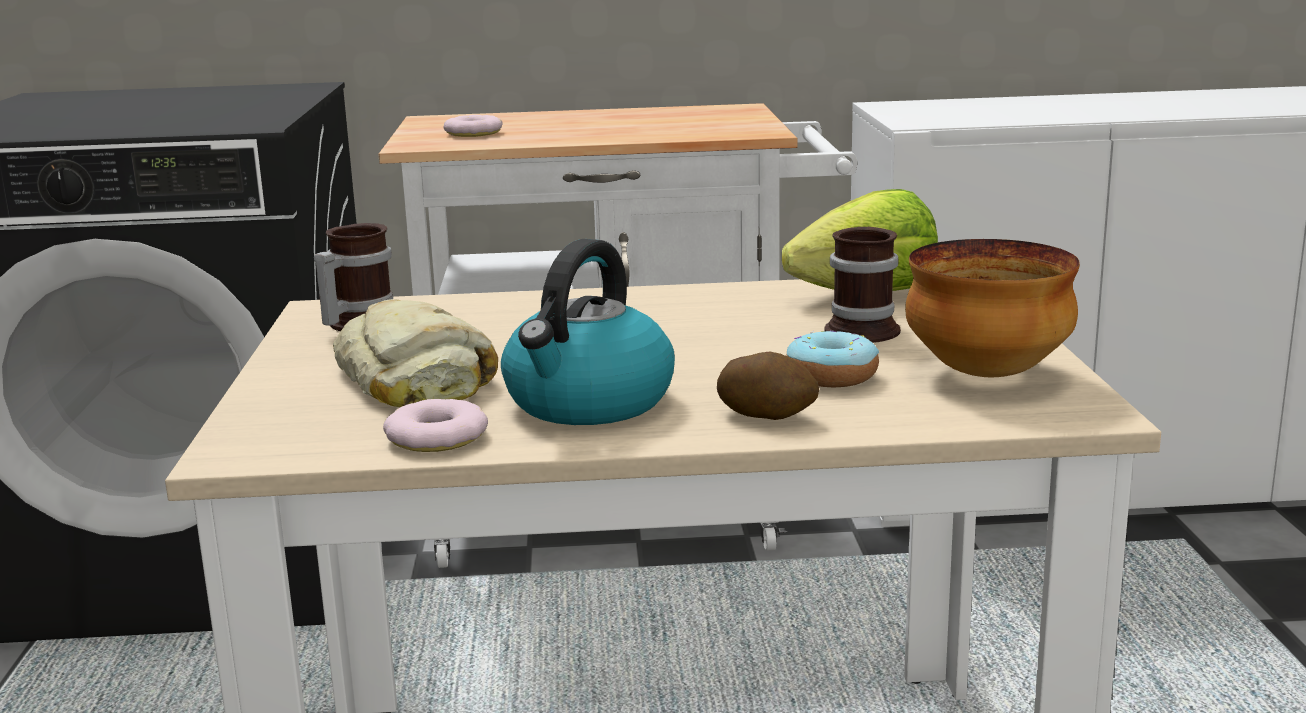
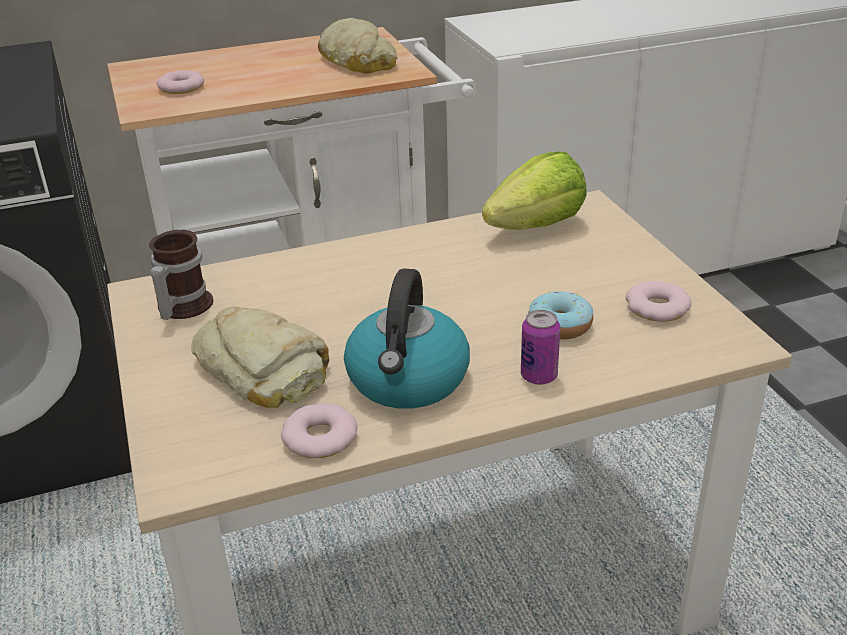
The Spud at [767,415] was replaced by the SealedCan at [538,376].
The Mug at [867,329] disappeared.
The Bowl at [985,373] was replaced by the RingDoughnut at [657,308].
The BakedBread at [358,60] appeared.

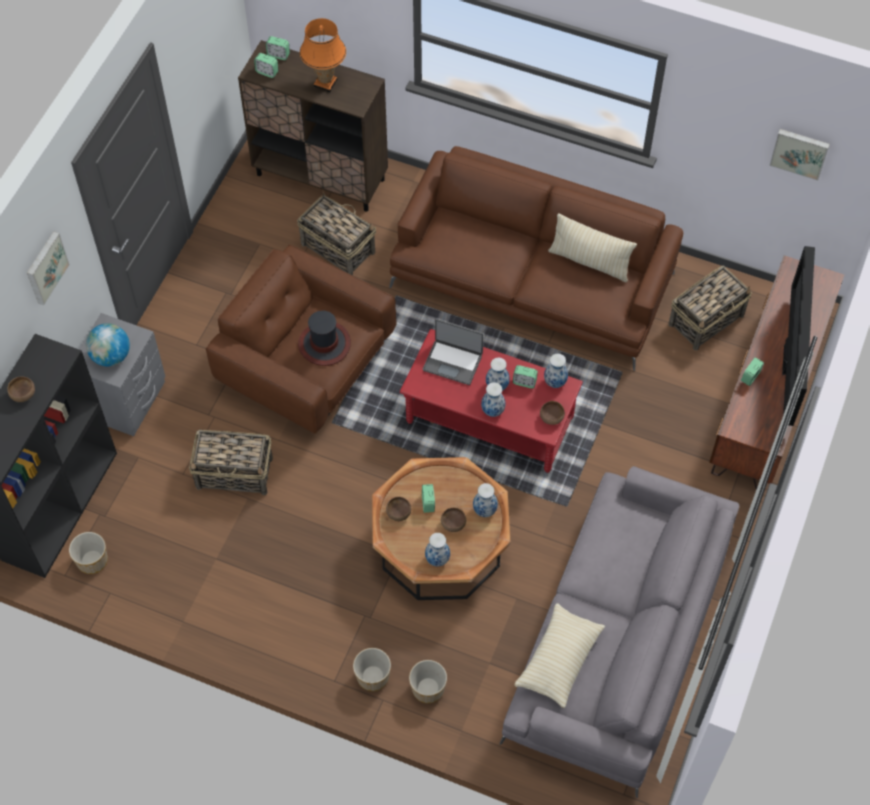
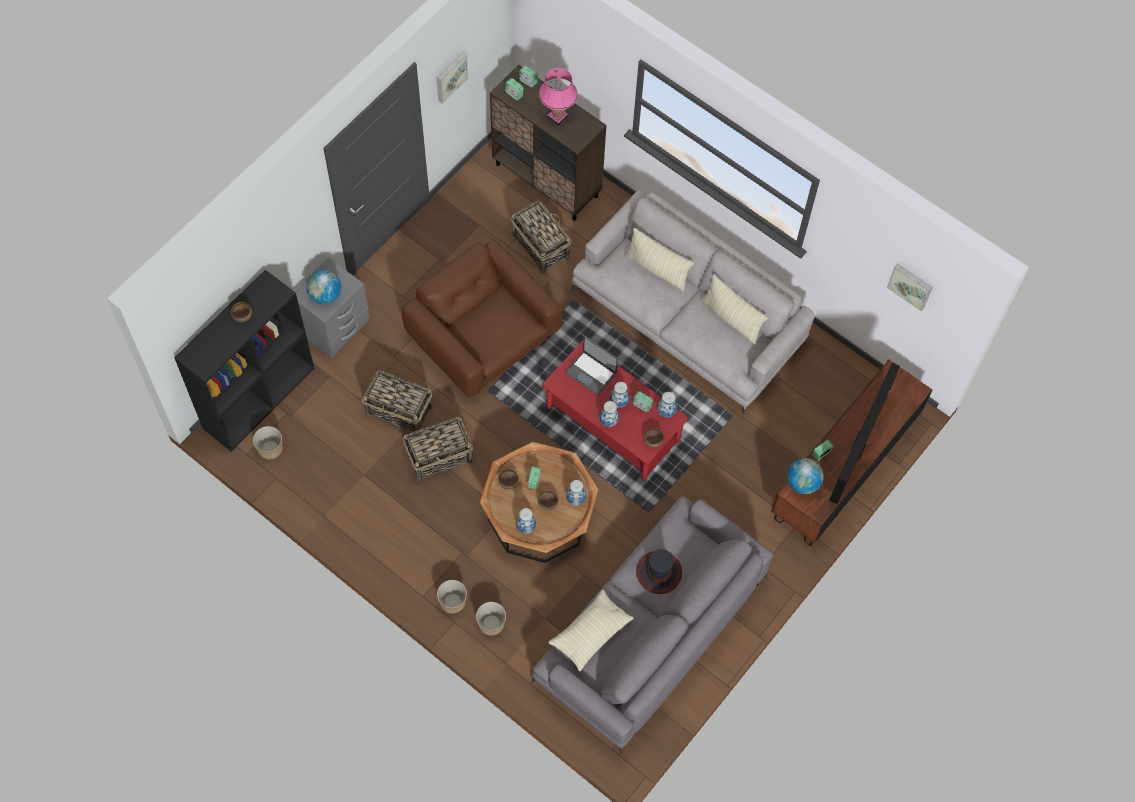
The WallPicture moved from [45,267] to [450,76].
The WearableHat moved from [324,344] to [659,572].
The OrangeColouredLampForATable at [325,83] became the PinkishLampForATable at [557,116].
The BrownSofa at [533,279] became the GreySofa at [688,316].
The Basket moved from [707,319] to [440,456].
The BeigeColouredThrowPillow at [657,269] appeared.
The WorldGlobe at [802,483] appeared.

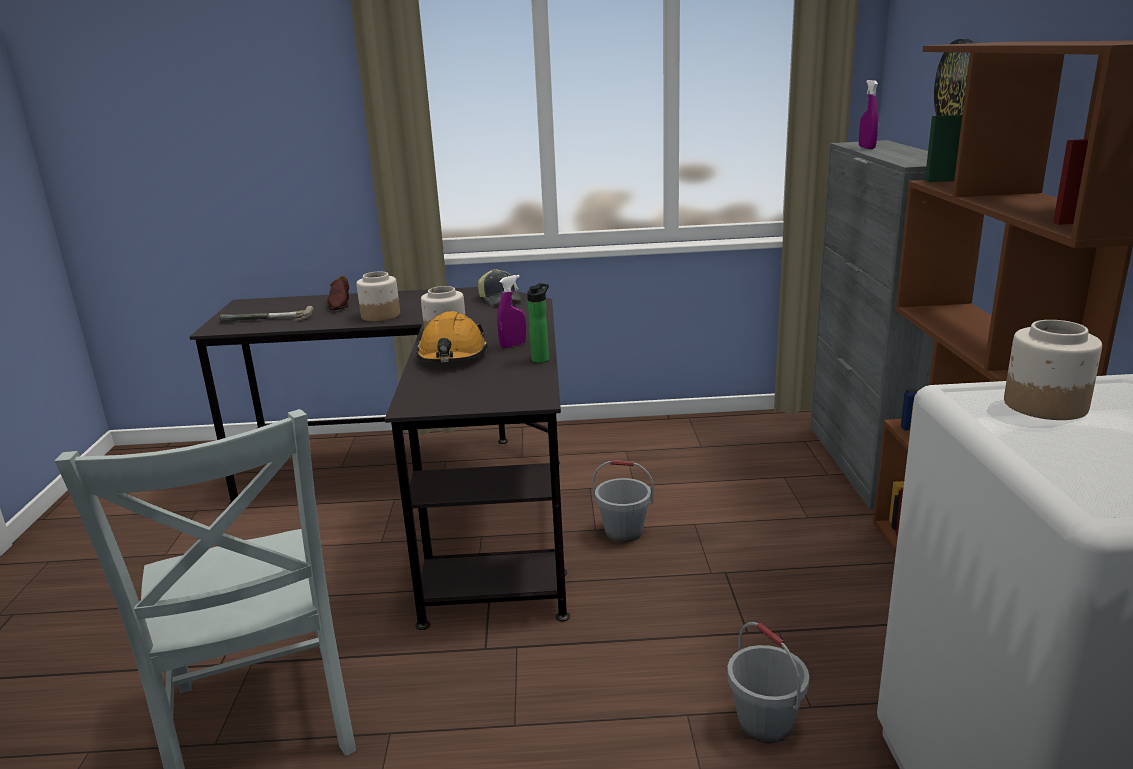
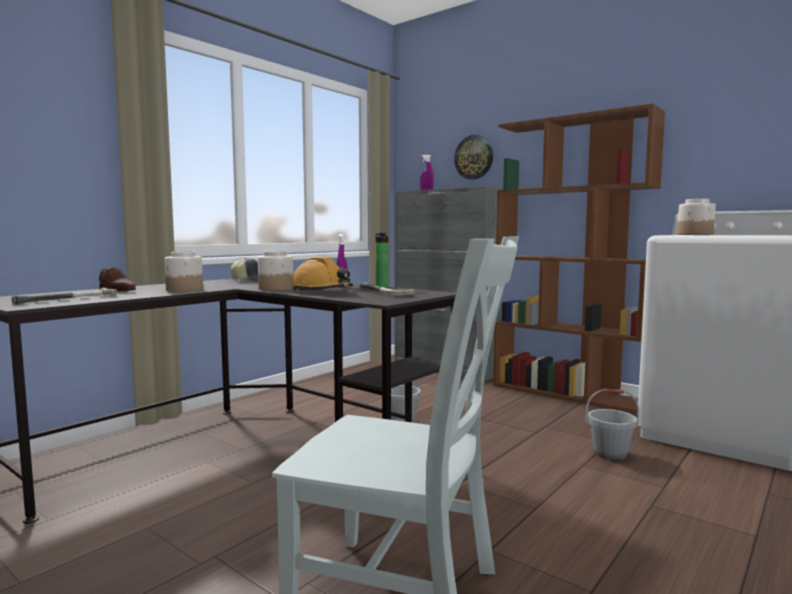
The HandHammer at [377,293] appeared.

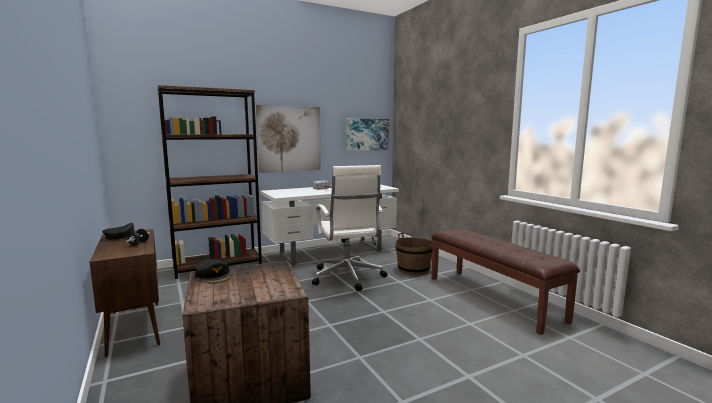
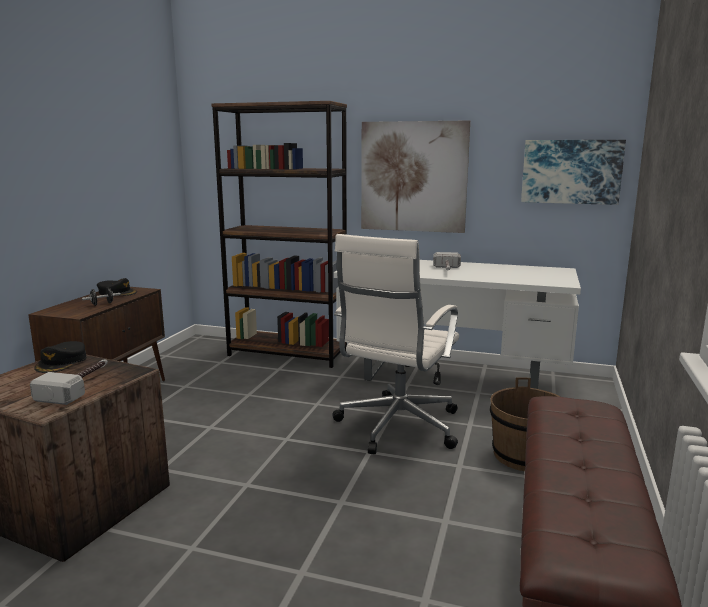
The HandHammer at [79,386] appeared.

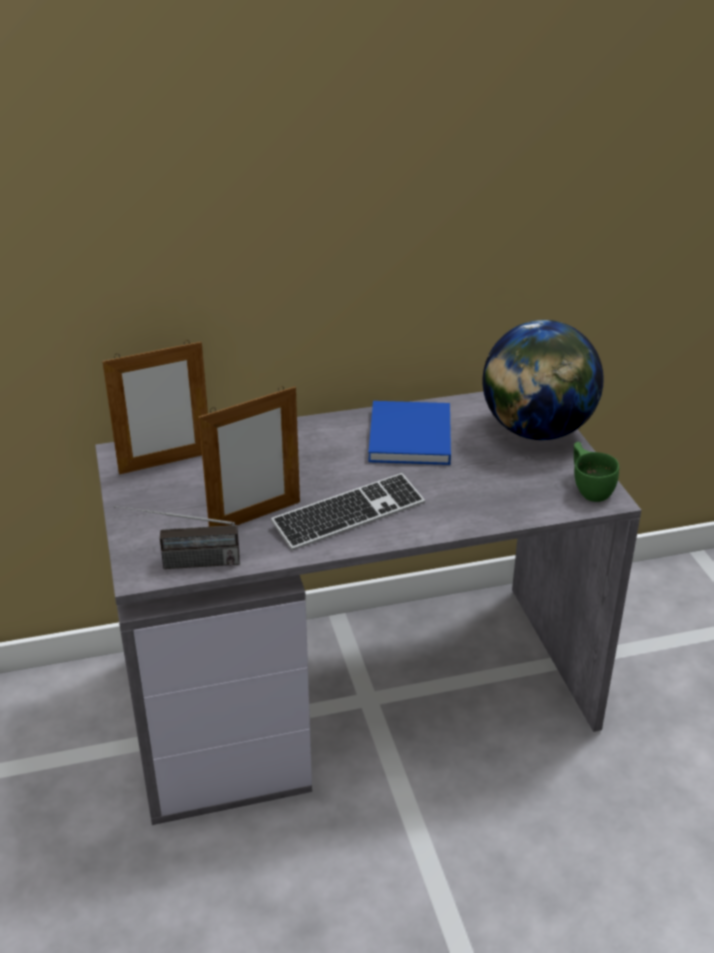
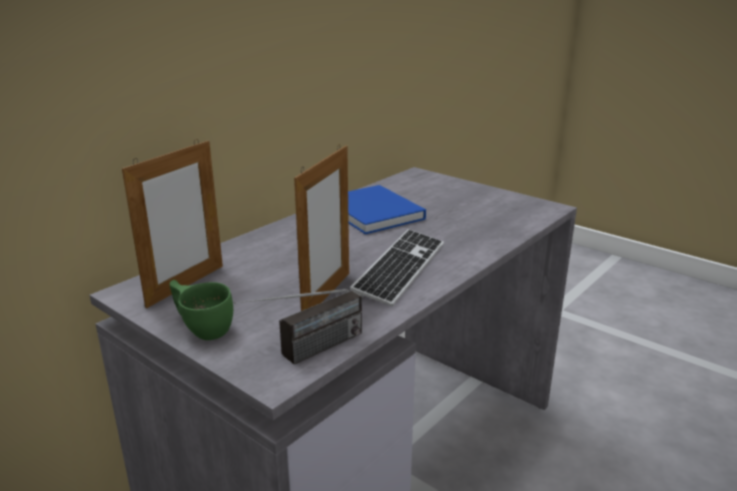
The WorldGlobe at [536,431] disappeared.
The GreenishSmallCup moved from [589,487] to [202,327].

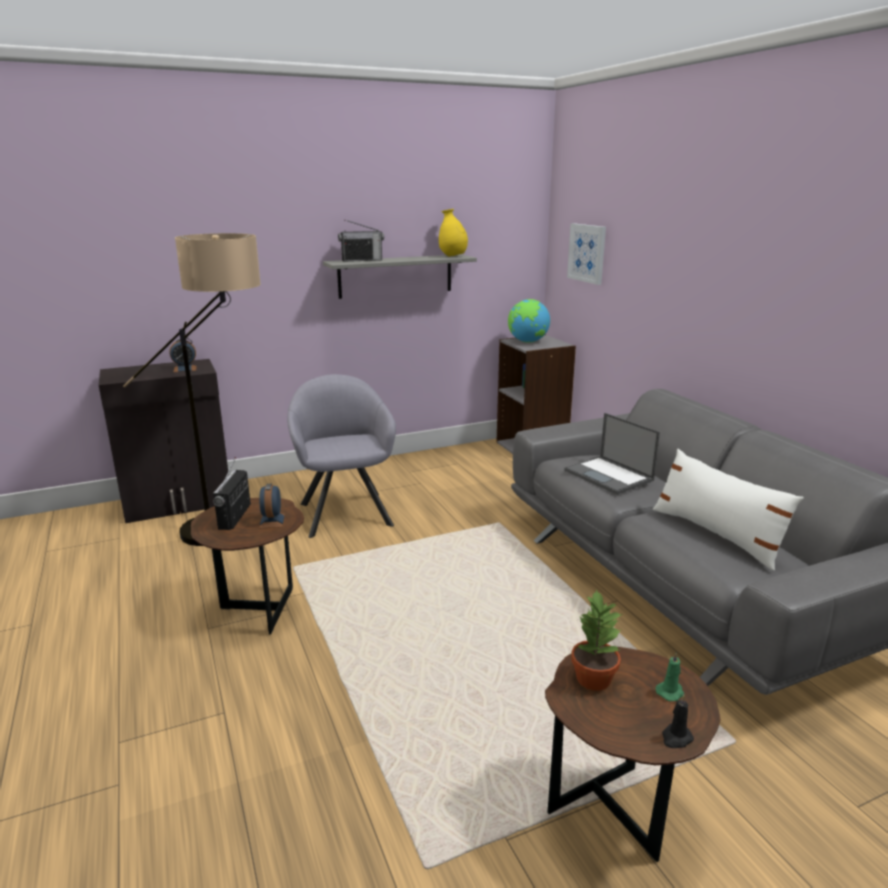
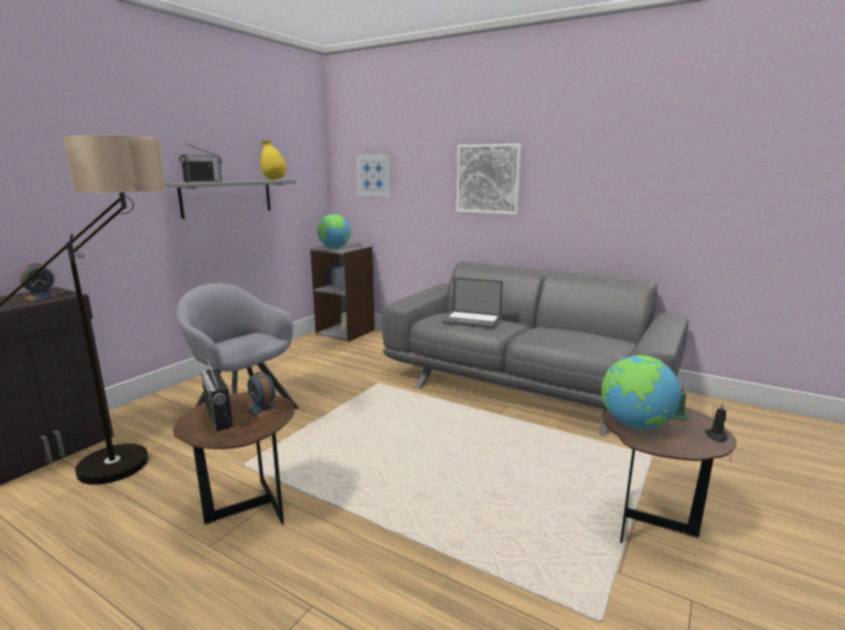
The Houseplant at [592,678] was replaced by the WorldGlobe at [635,425].
The WhiteThrowPillow at [716,534] disappeared.
The WallPicture at [488,179] appeared.

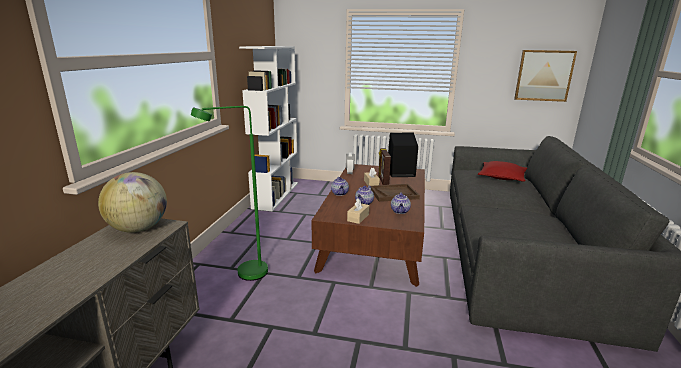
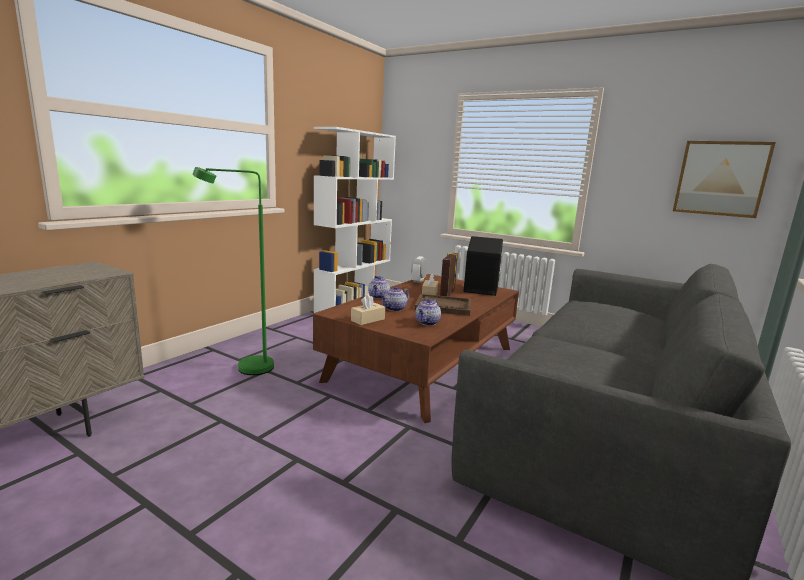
The WorldGlobe at [139,229] disappeared.
The ReddishThrowPillow at [501,177] disappeared.

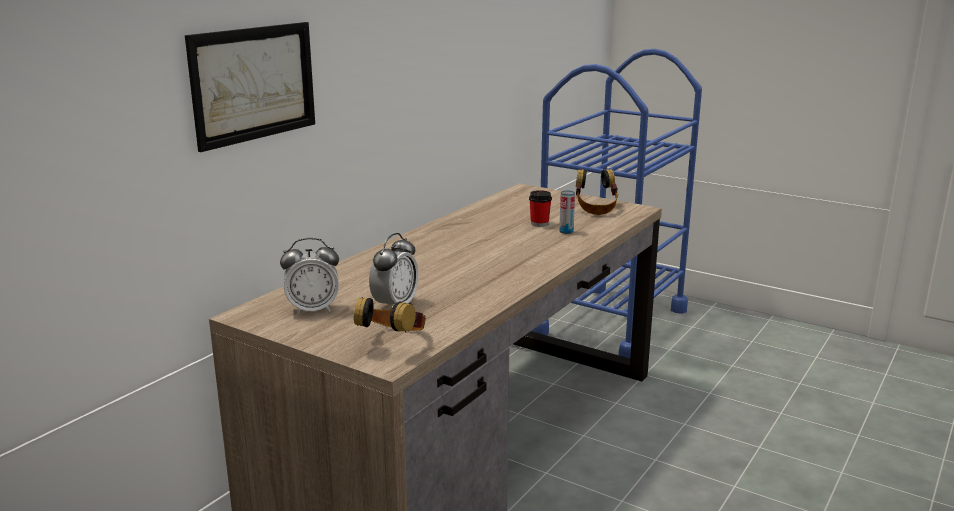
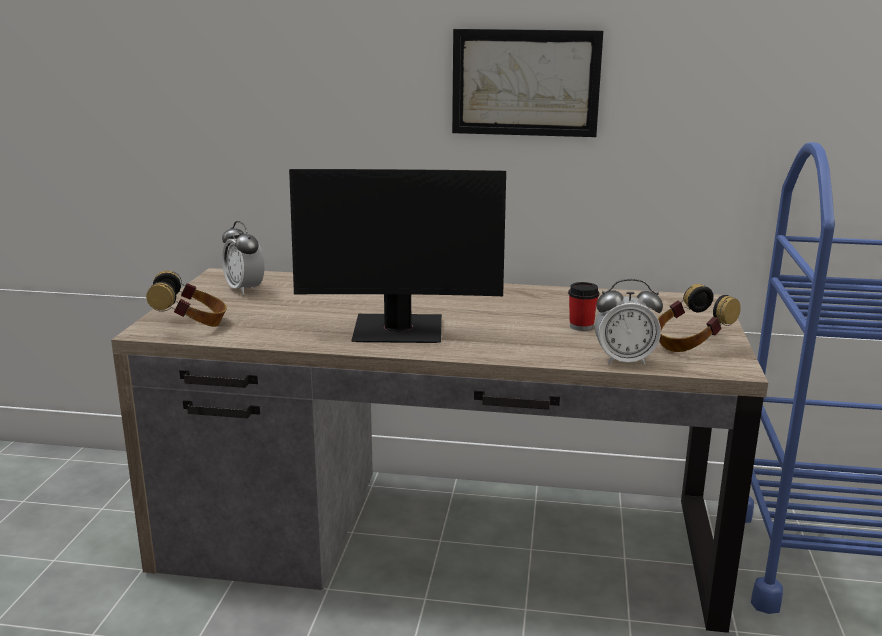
The WallPicture moved from [254,83] to [525,83].
The TableClock moved from [395,305] to [624,361].
The SealedCan at [566,231] disappeared.
The Monitor at [398,331] appeared.

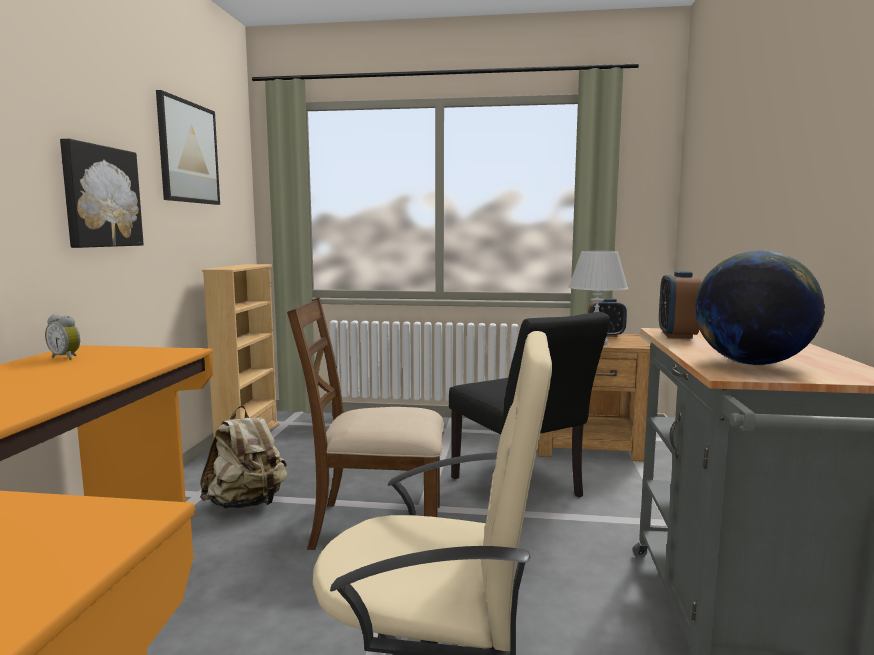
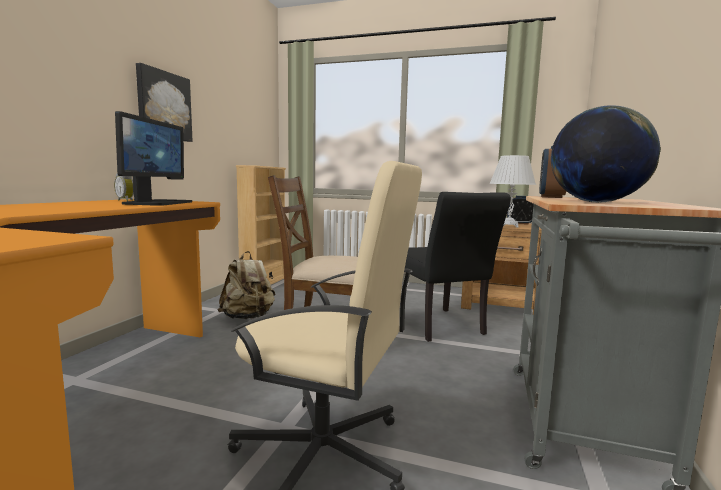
The WallPicture at [188,152] disappeared.
The Monitor at [158,203] appeared.

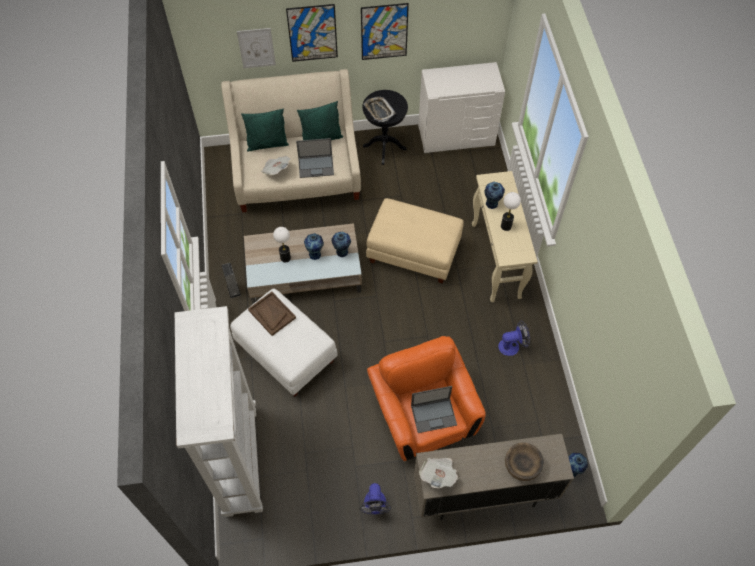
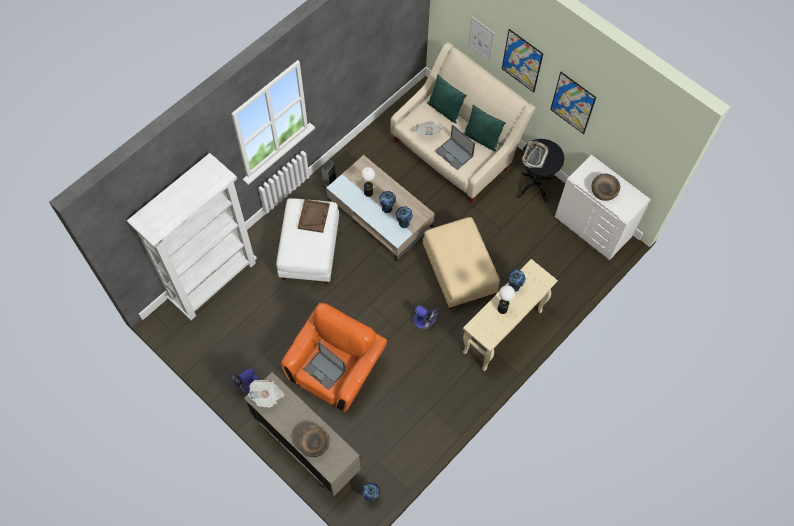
The Fan moved from [512,346] to [425,322].
The BrownBowl at [603,191] appeared.

